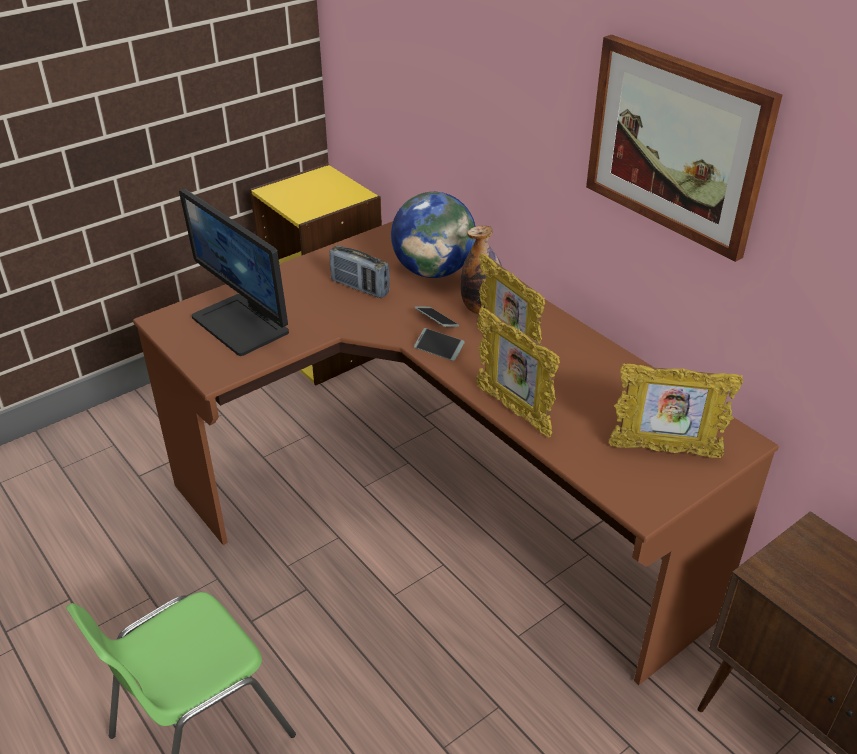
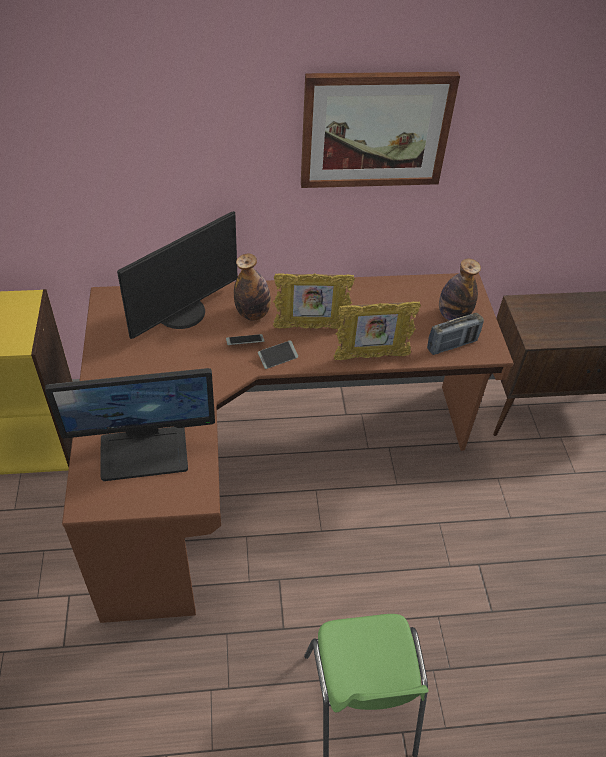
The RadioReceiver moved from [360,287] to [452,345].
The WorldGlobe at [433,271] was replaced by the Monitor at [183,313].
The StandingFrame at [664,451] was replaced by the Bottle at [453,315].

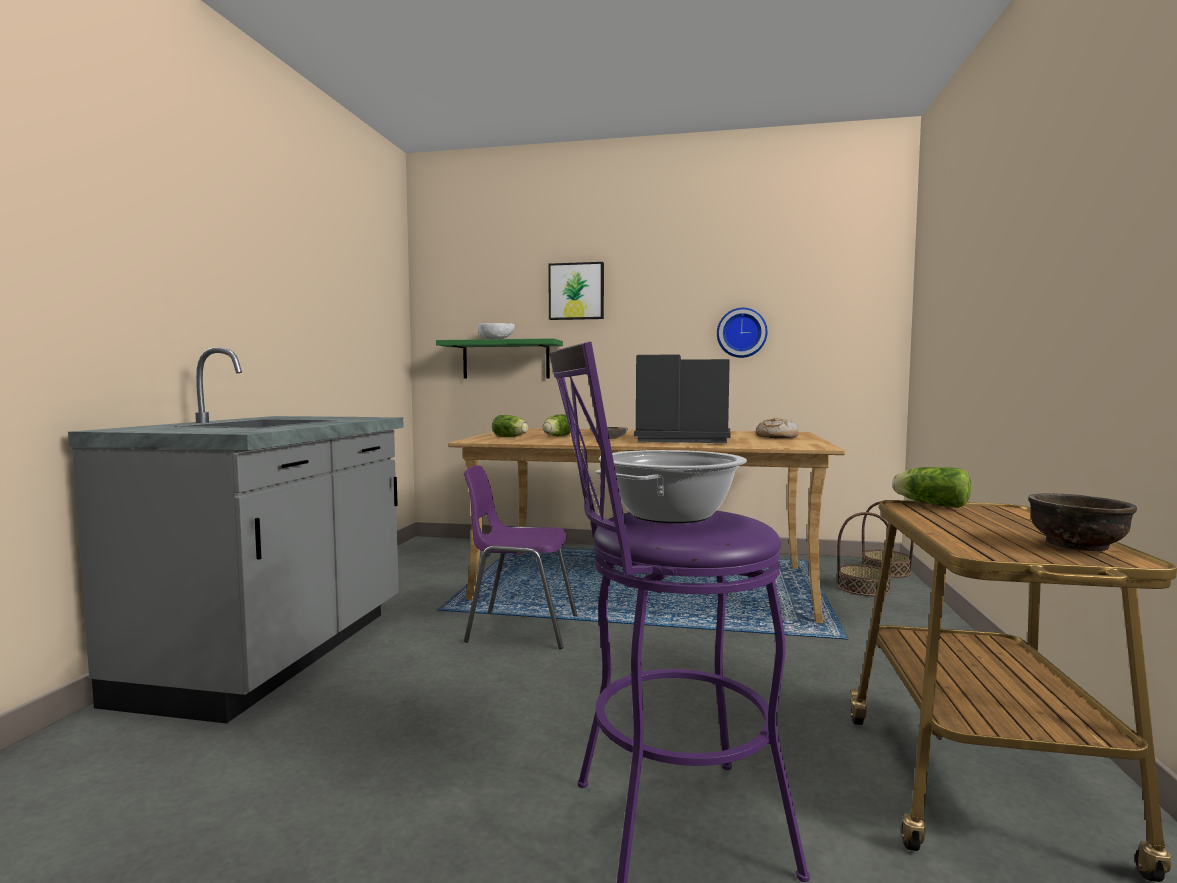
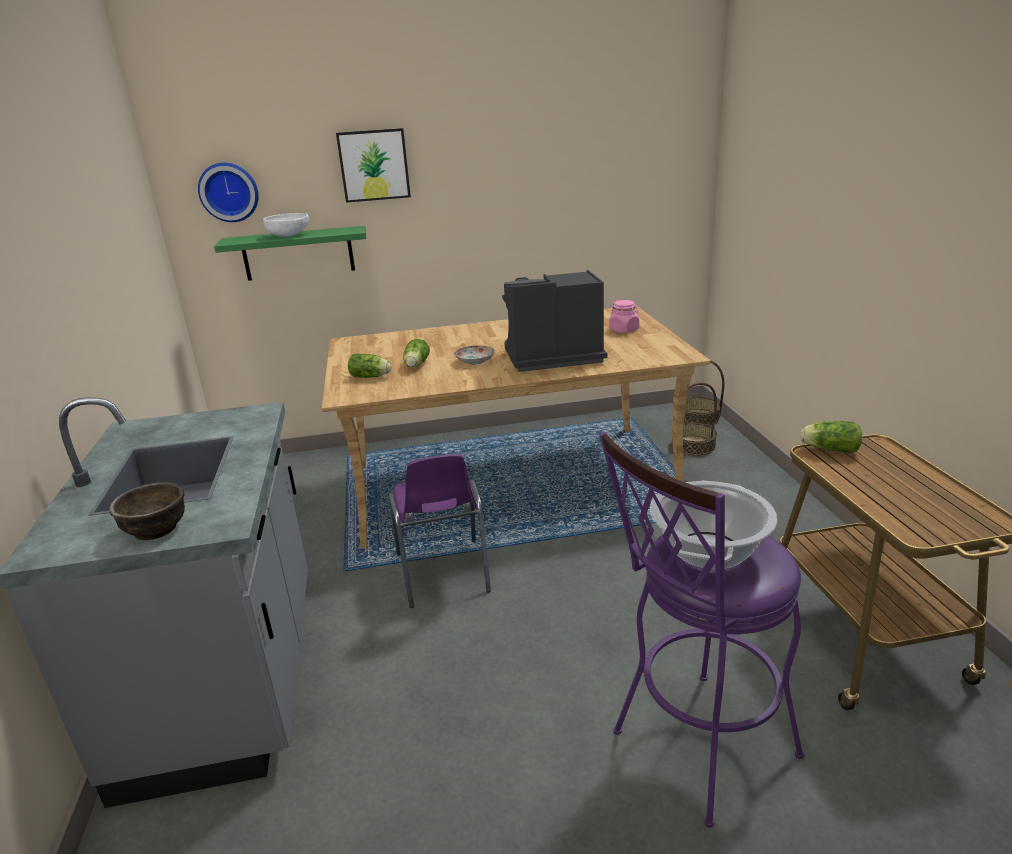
The PurpleColouredPlainChair at [520,628] turned 90 degrees counterclockwise.
The ClockOnTheWall moved from [741,333] to [229,192].
The BakedBread at [776,437] was replaced by the PinkishJar at [624,330].
The BrownBowl moved from [1076,545] to [155,529].

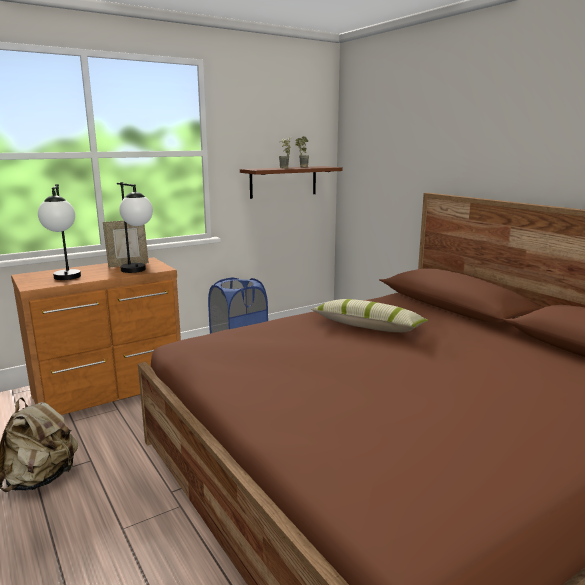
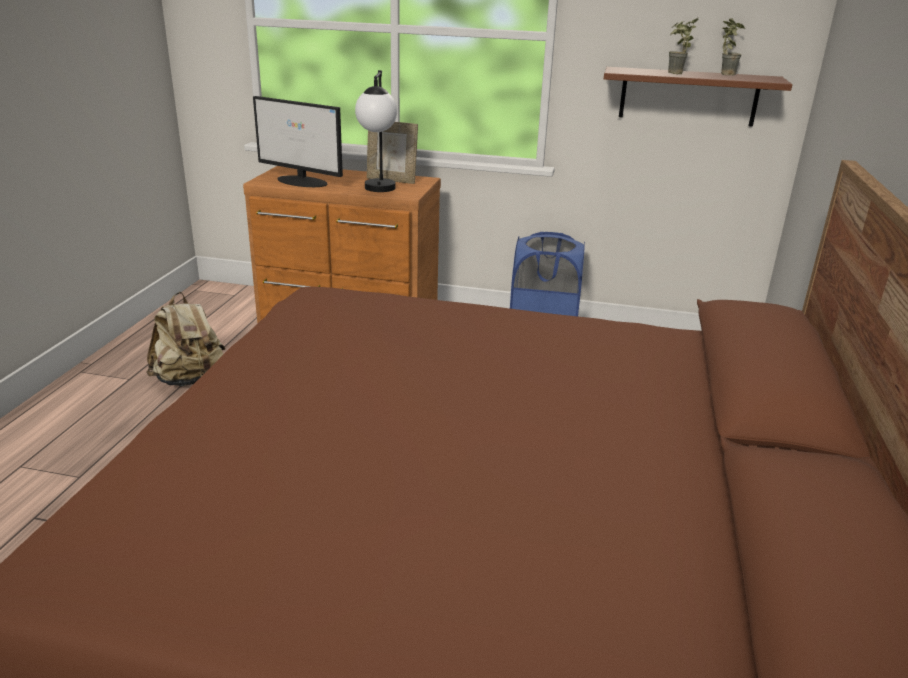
The LampForATable at [66,279] was replaced by the Monitor at [302,181].
The ThrowPillow at [368,327] disappeared.

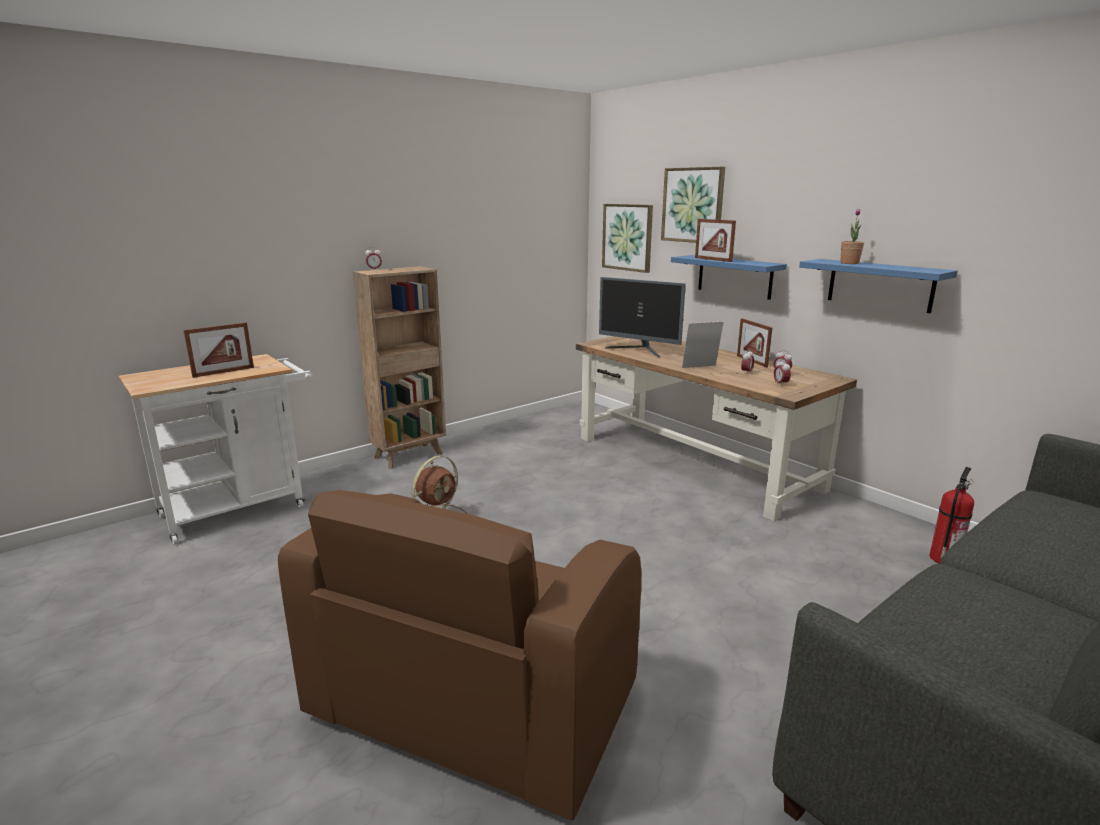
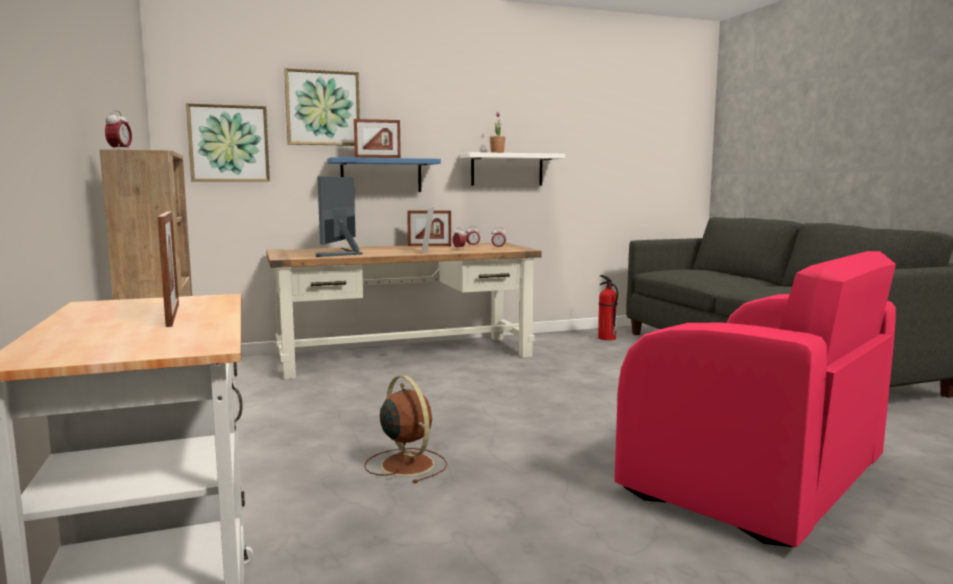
The BrownEasyChair at [473,702] became the PinkishEasyChair at [756,479].
The Monitor at [639,350] turned 135 degrees clockwise.
The BluishWallShelf at [880,285] became the WhiteWallShelf at [507,169].

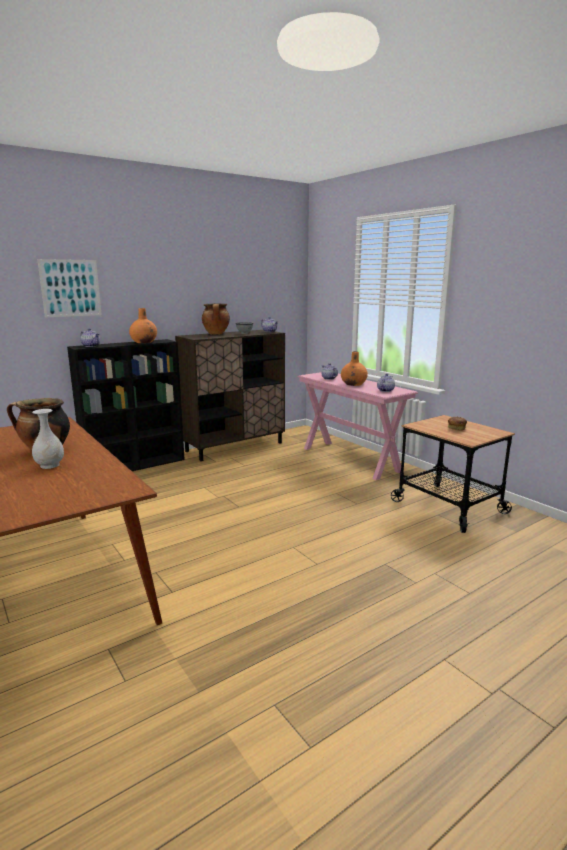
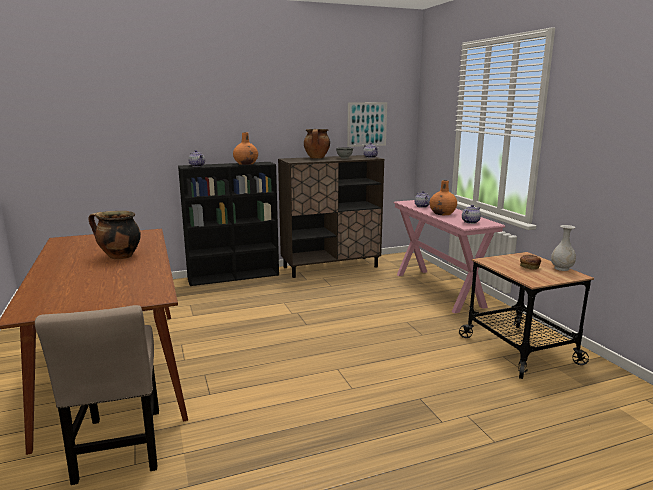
The WhiteVase moved from [50,465] to [562,268].
The WallPicture moved from [70,288] to [367,124].
The BeigeColouredPlainChair at [120,448] appeared.

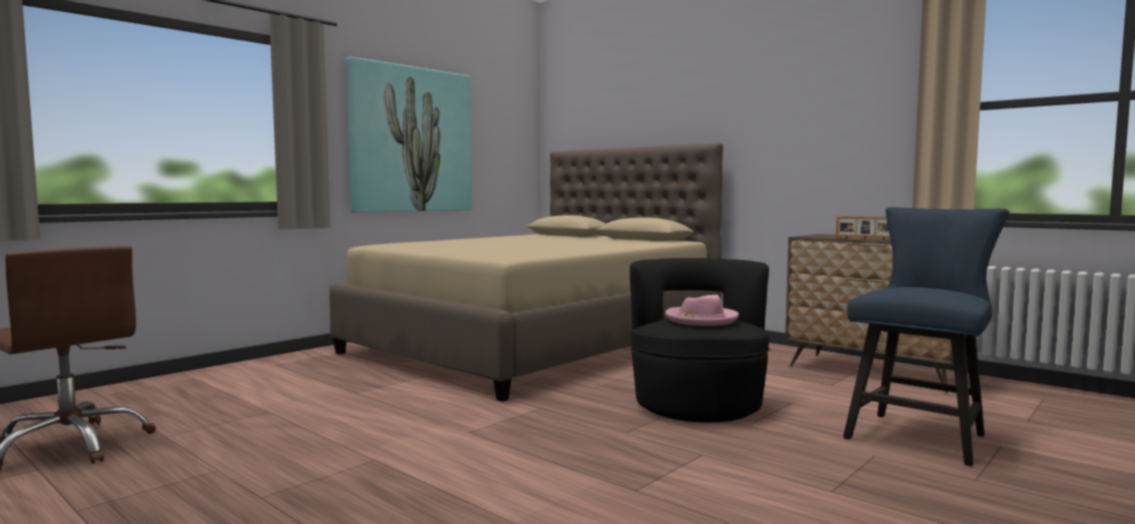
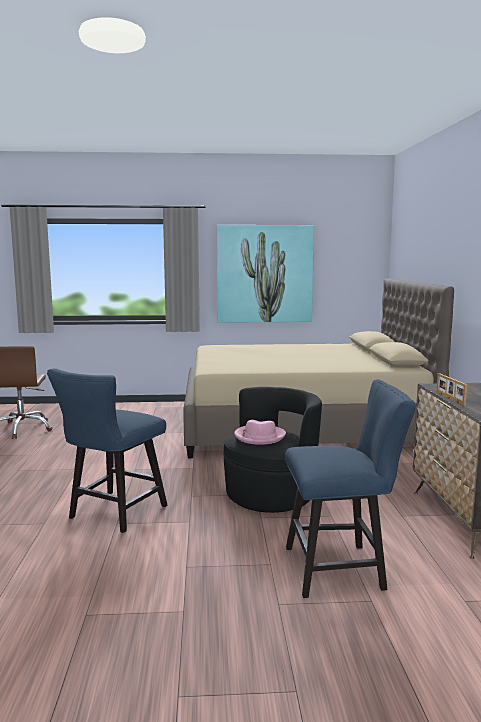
The BluishPlainChair at [113,514] appeared.

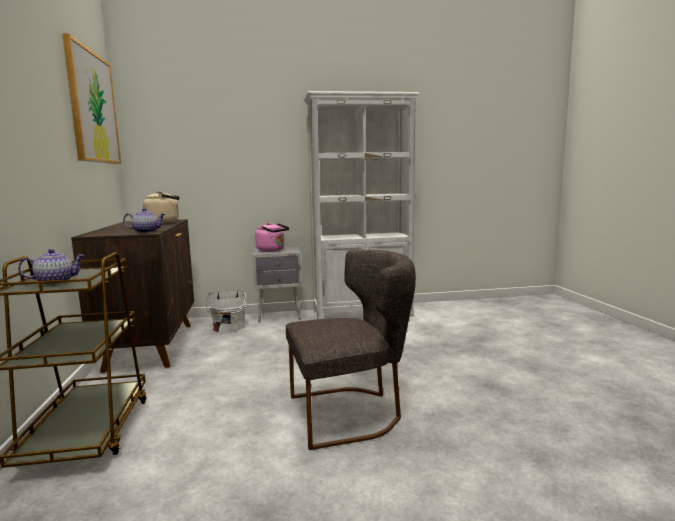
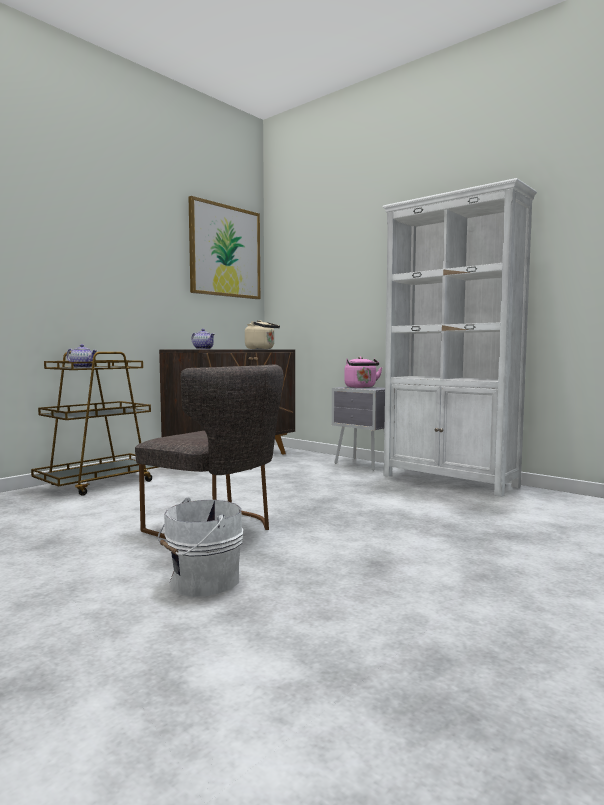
The WhitePail moved from [228,327] to [201,581].

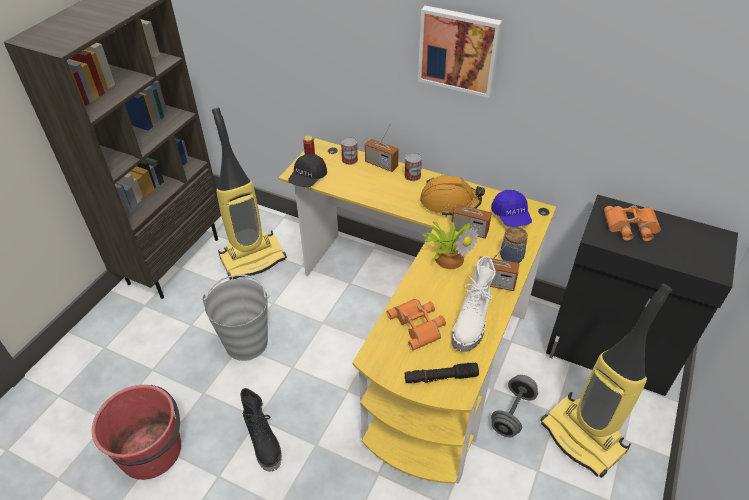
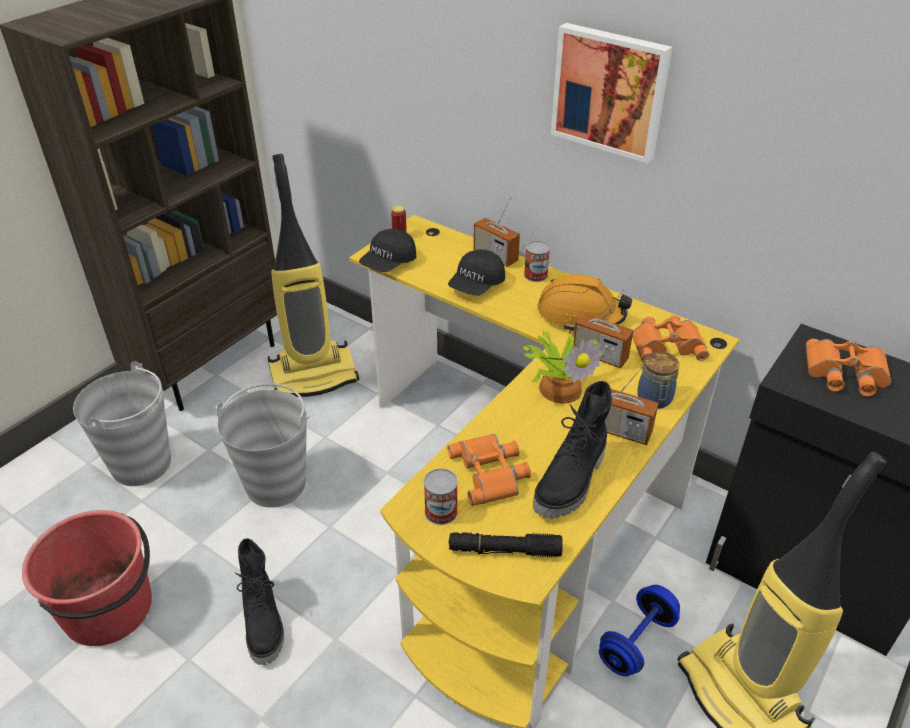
The SealedCan moved from [349,159] to [441,511].
The WhiteTallBoot at [472,323] became the BlackTallBoot at [572,482].
The BluishPeakedCap at [511,216] was replaced by the OrangeColouredFieldGlasses at [666,344].
The GreyDumbbell at [512,413] became the BluishDumbbell at [636,642].
The GreyPail at [142,465] appeared.
The BlackPeakedCap at [476,285] appeared.

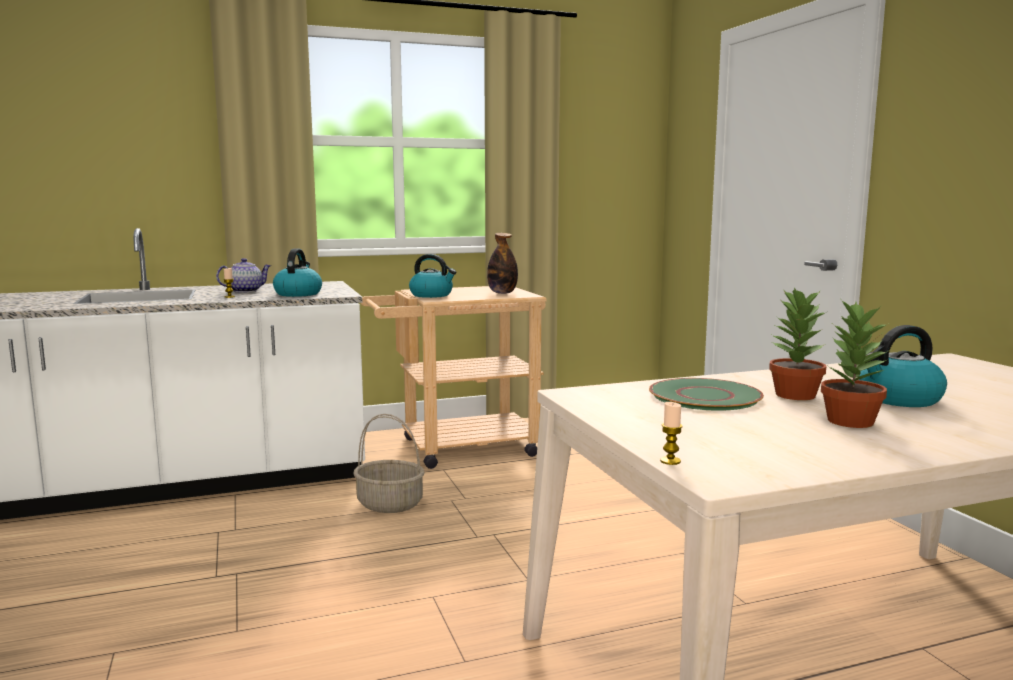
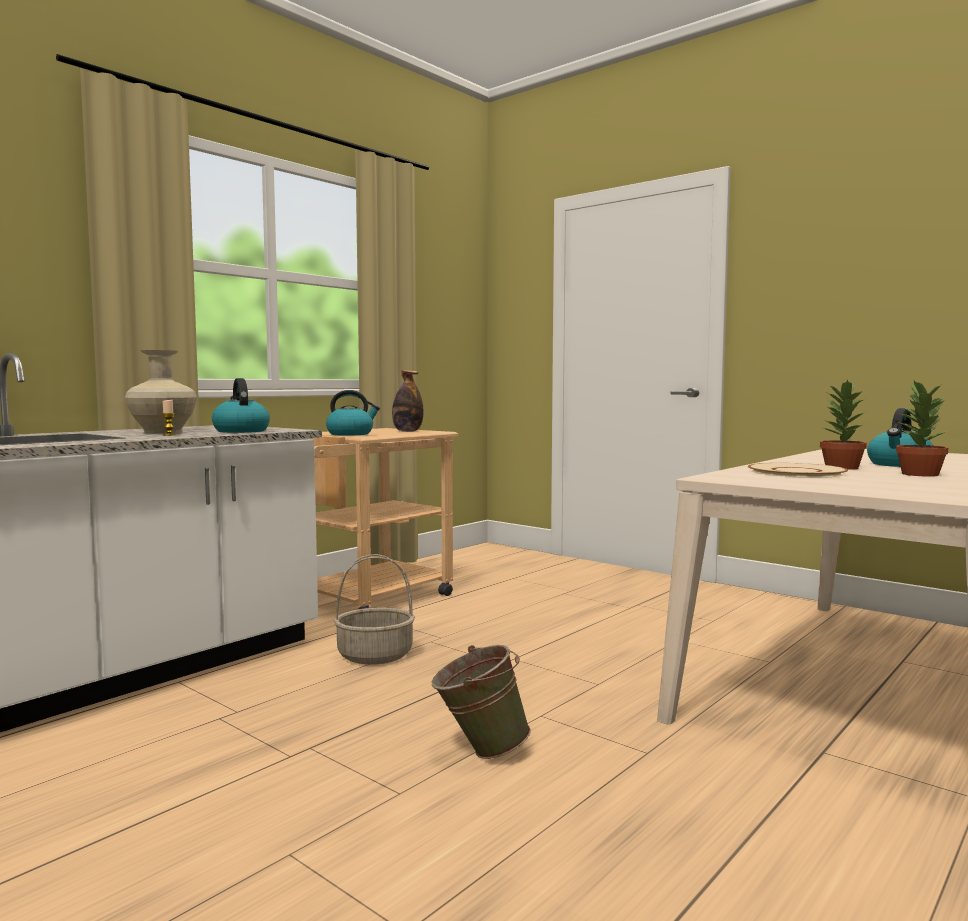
The PotForTea at [245,291] was replaced by the BeigeColouredVase at [162,432].
The GreenishFlatDish at [705,396] became the BeigeColouredFlatDish at [796,472].
The WaxLight at [670,461] disappeared.
The GreenishPail at [479,751] appeared.

